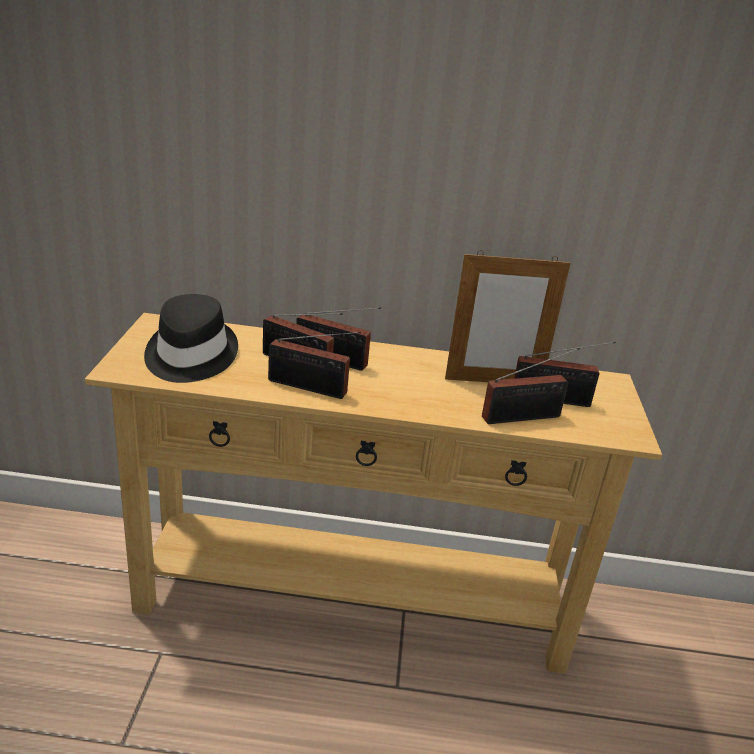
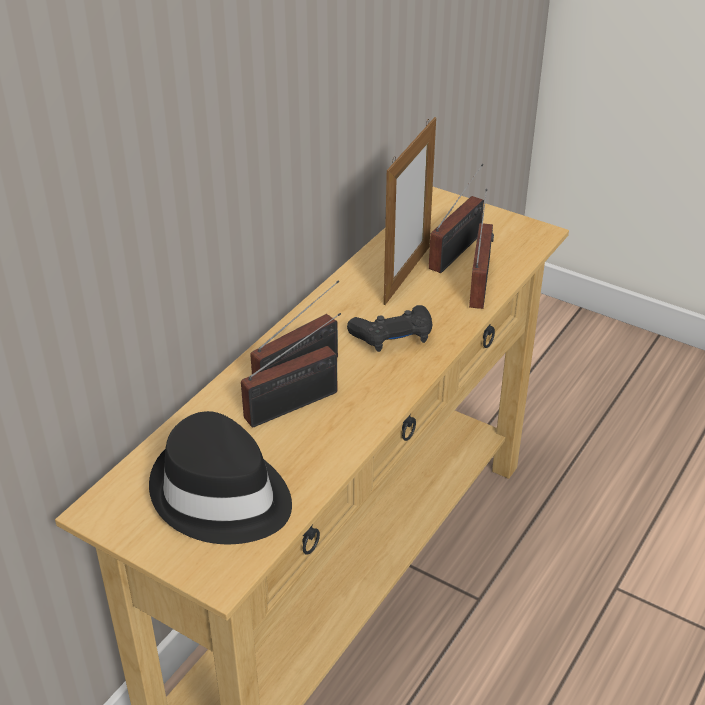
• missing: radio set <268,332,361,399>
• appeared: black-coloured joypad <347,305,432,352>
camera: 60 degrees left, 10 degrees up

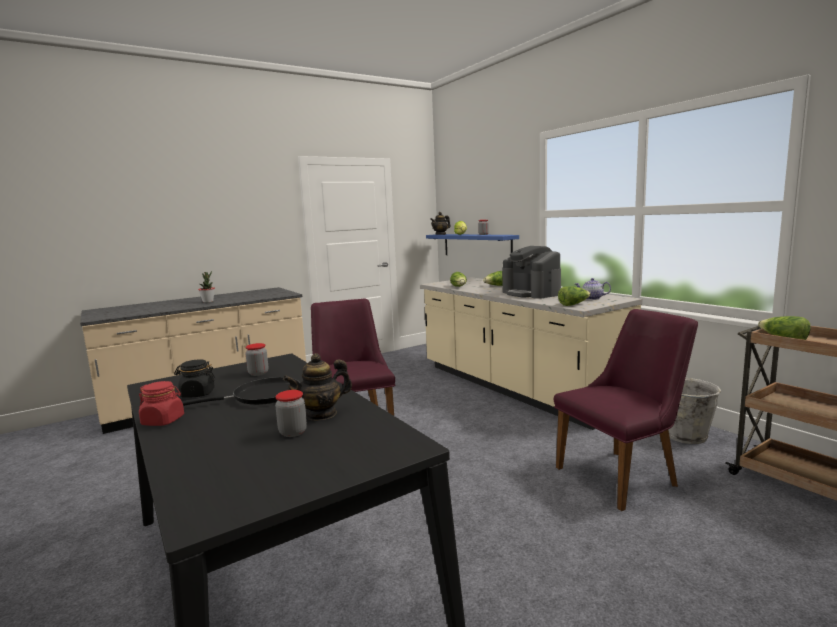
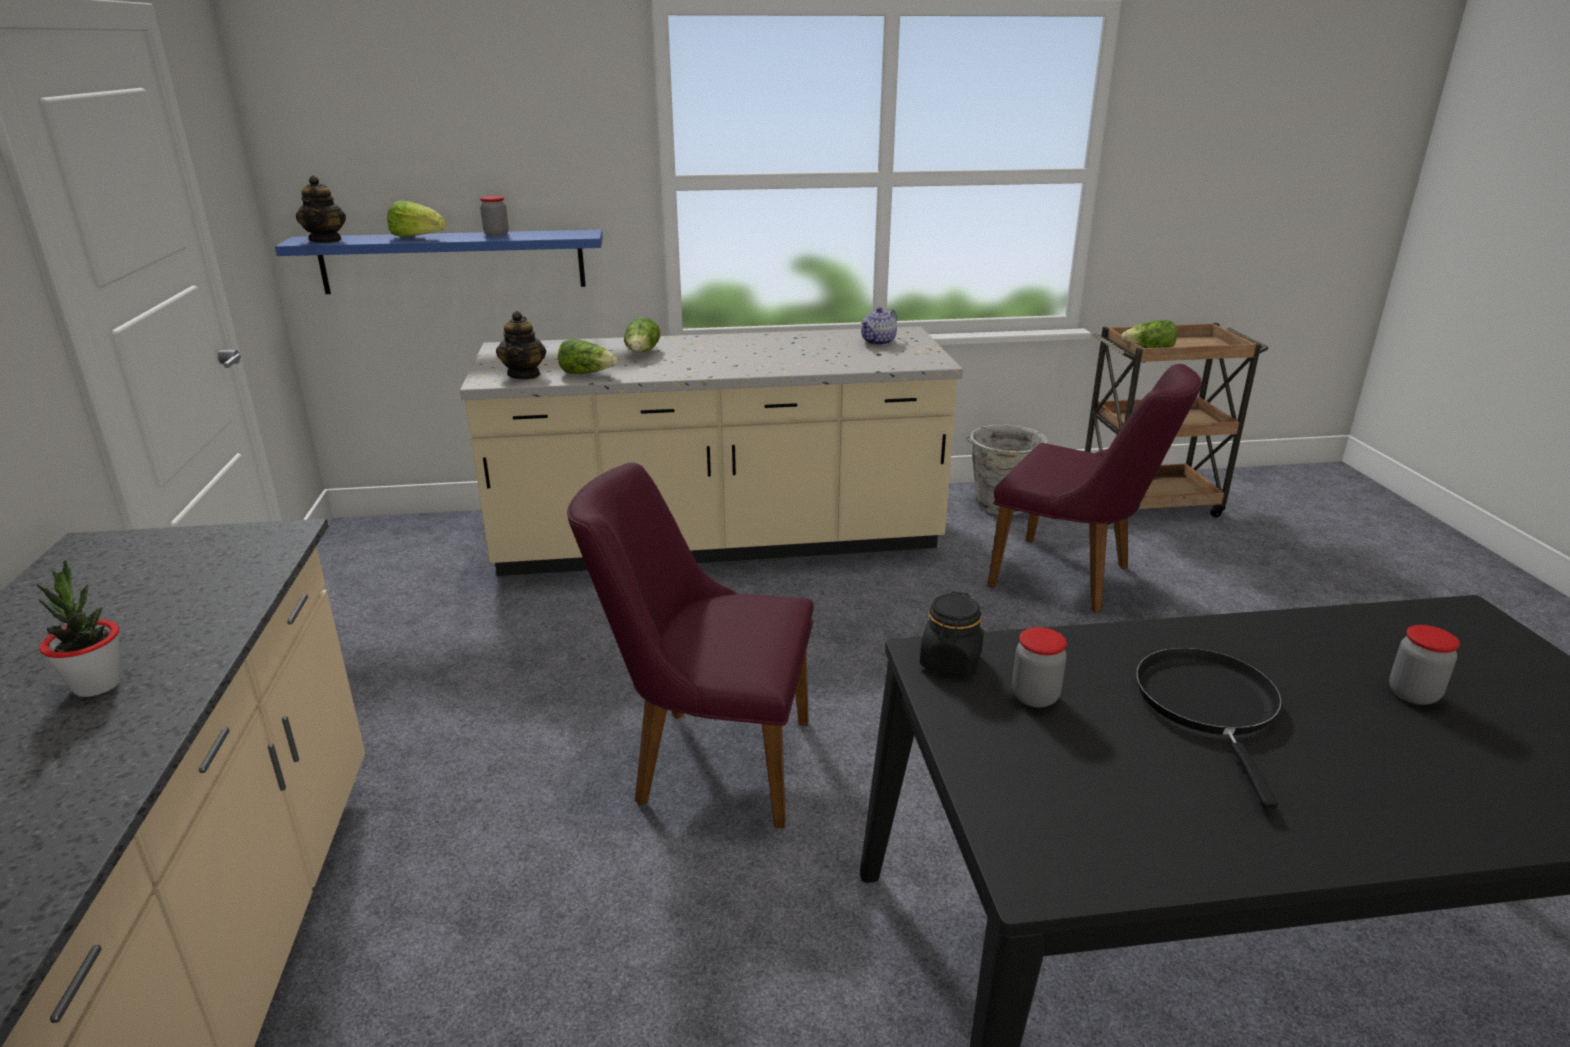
• missing: red jar <139,381,184,426>
• missing: coffee machine <502,246,561,299>
• missing: head of lettuce <558,286,591,306>
• relocated: black-coloured jar <174,359,216,398> to <920,592,984,676>
• relocated: pot for tea <283,353,352,421> to <496,311,546,379>
• spun: purplish plain chair <554,309,698,511> = <988,364,1202,613> 120 degrees clockwise
camera: 65 degrees left, 15 degrees up

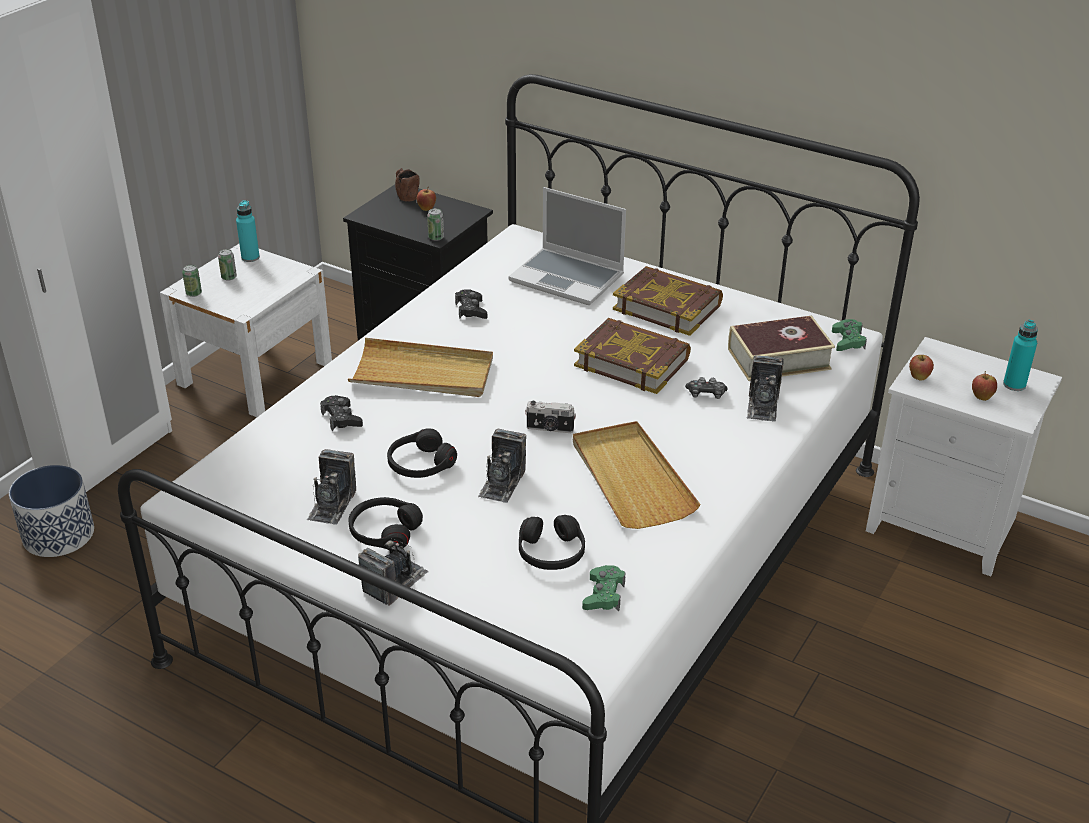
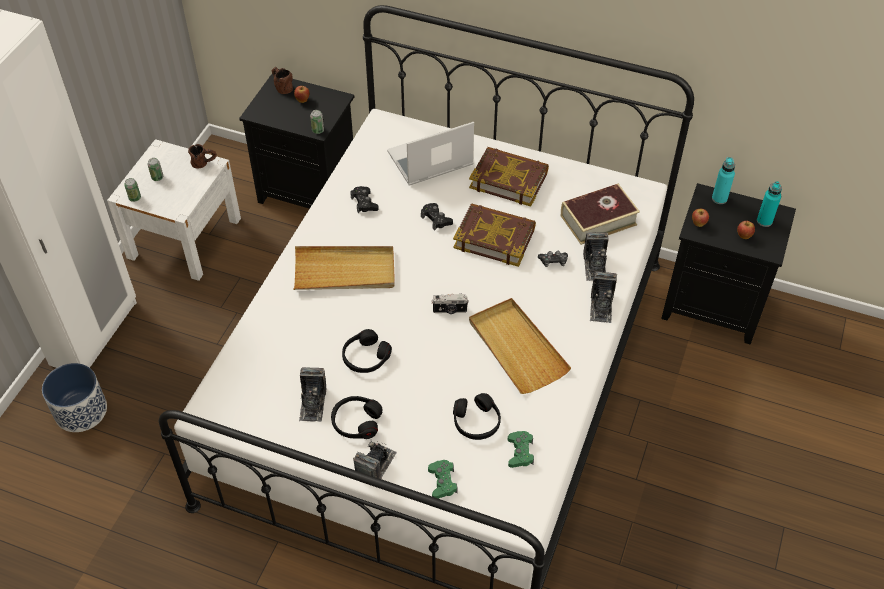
• appeared: brown-coloured mug <188,144,217,168>
• relocated: blue-green bottle <236,200,260,262> to <712,157,735,204>
• relocated: black-coloured joypad <320,395,363,431> to <421,203,453,231>
• relocated: photo camera <478,429,526,503> to <590,271,617,323>
• relocated: green-coloured joypad <832,319,867,351> to <428,460,458,499>
• colour: white-coloured bedside table <866,337,1062,576> to black-coloured bedside table <661,183,796,345>
• spun: notebook computer <509,187,626,305> = <387,122,474,186> 135 degrees clockwise
camera: 10 degrees left, 15 degrees up

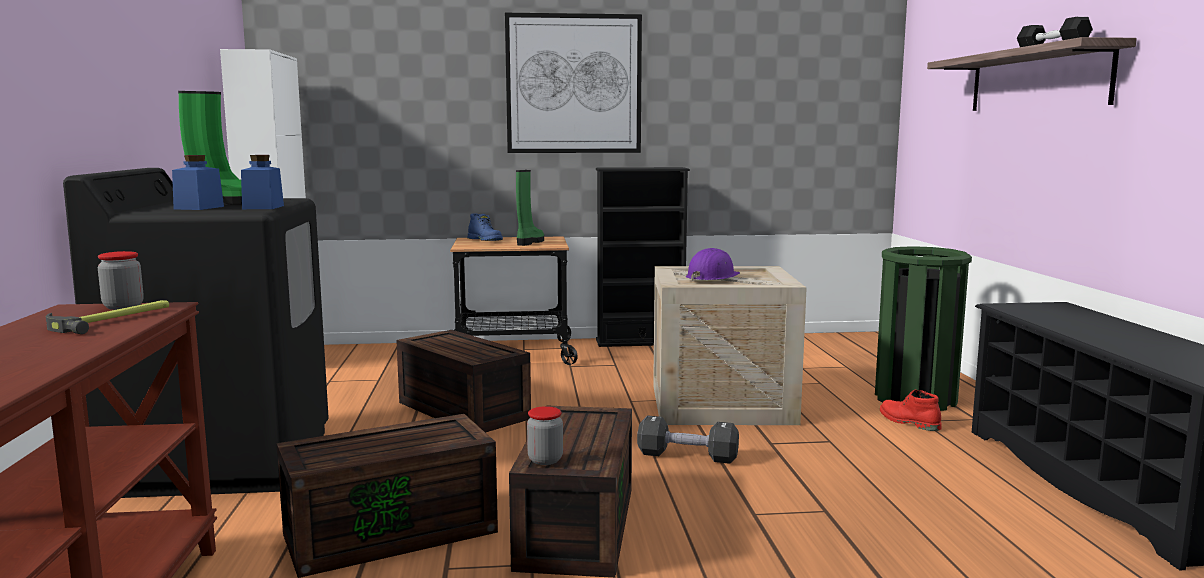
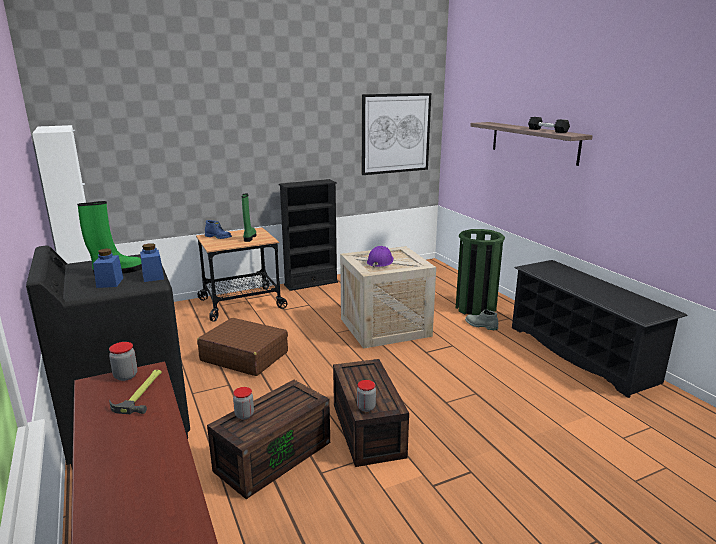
• missing: black-coloured dumbbell <637,415,739,464>
• appeared: jar <233,387,254,419>
• relocated: picture <505,13,642,153> to <362,93,431,175>
• exchanged: brown-coloured storage container <396,330,531,433> to brown-coloured travel case <197,318,288,376>
• colour: red tall boot <880,390,941,431> to grey tall boot <465,310,498,330>
camera: 20 degrees left, 10 degrees up

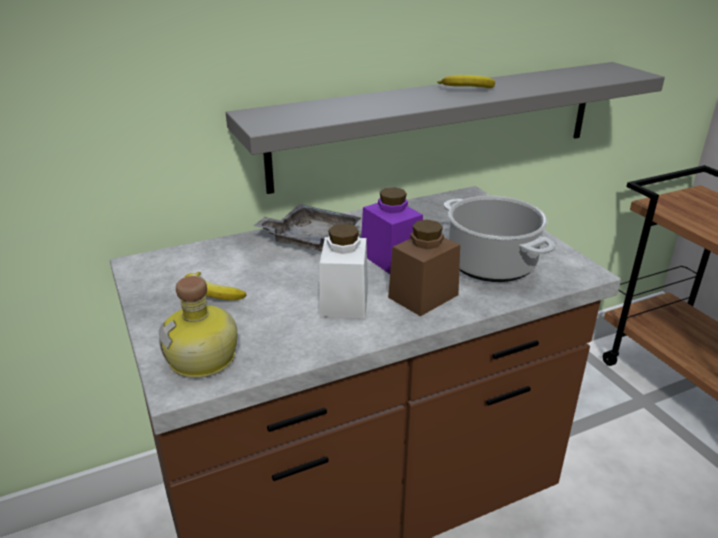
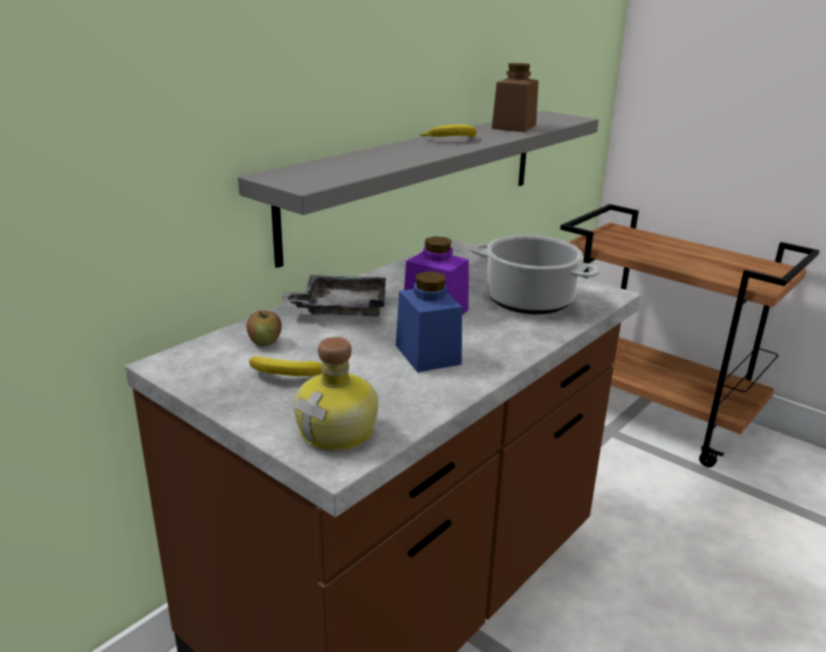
• appeared: apple <247,310,282,347>
• relocated: brown-coloured jar <388,220,460,316> to <492,63,539,132>
• colour: white-coloured jar <319,224,368,318> to bluish jar <396,272,462,372>
camera: 25 degrees left, 5 degrees down

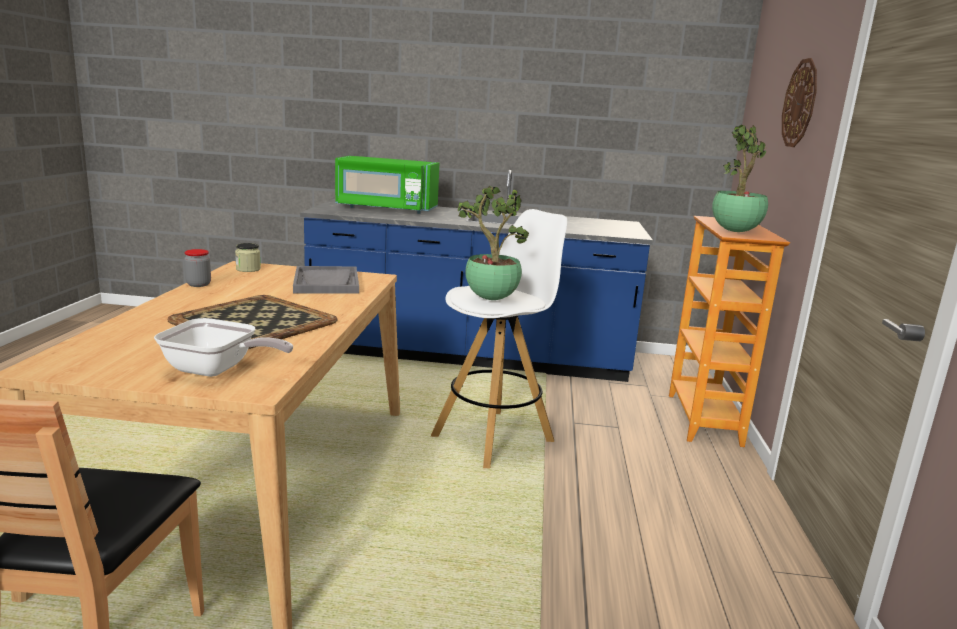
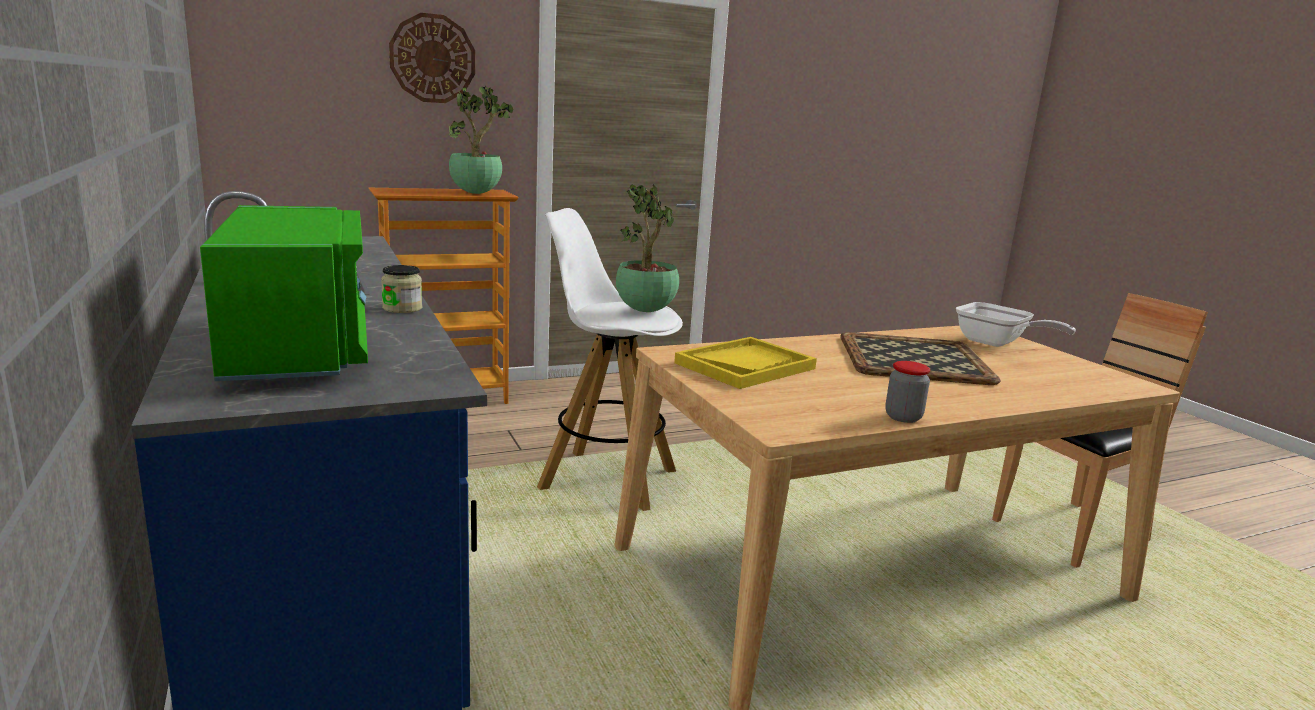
• relocated: jar <235,243,261,272> to <381,265,422,313>
• colour: grey carrying tray <293,266,359,294> to yellowish carrying tray <674,337,817,389>
• spun: frying pan <154,318,293,377> = <956,302,1076,347> 150 degrees clockwise
camera: 120 degrees left, 0 degrees up

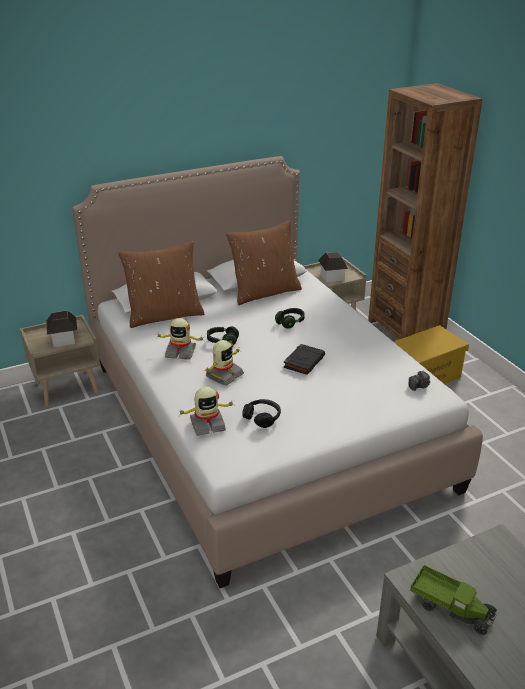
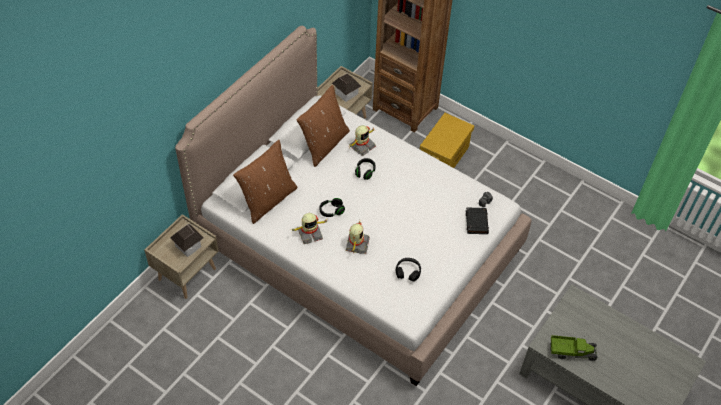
• relocated: model robot <177,387,235,436> to <349,125,376,156>
• relocated: black-coloured volume <284,344,325,375> to <466,207,489,234>
camera: 30 degrees left, 20 degrees up

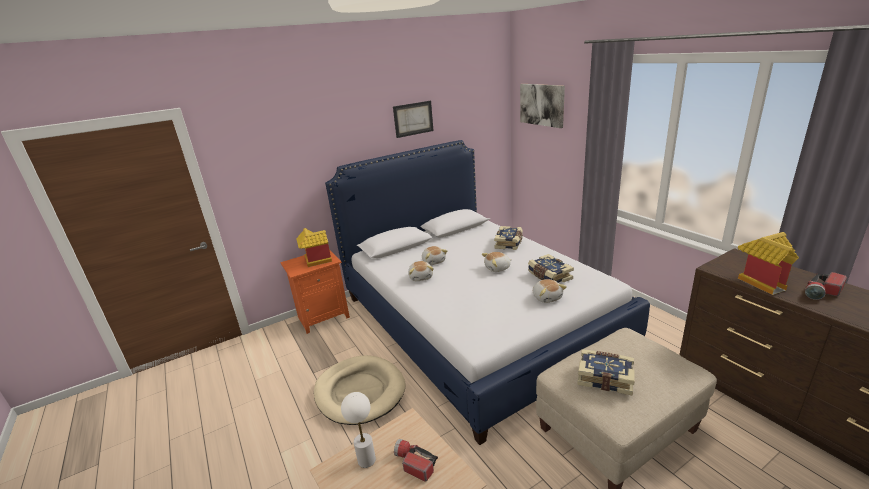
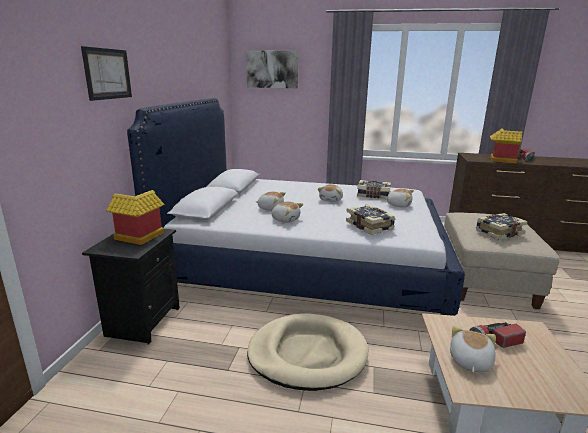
• relocated: picture <393,101,434,138> to <81,46,132,101>
• relocated: volume <494,226,523,250> to <346,205,395,235>
• exchanged: white-coloured table lamp <341,392,376,468> to plush toy <450,326,496,373>
• colour: orangey bedside table <280,249,350,334> to black-coloured bedside table <82,229,180,344>
camera: 50 degrees left, 5 degrees down

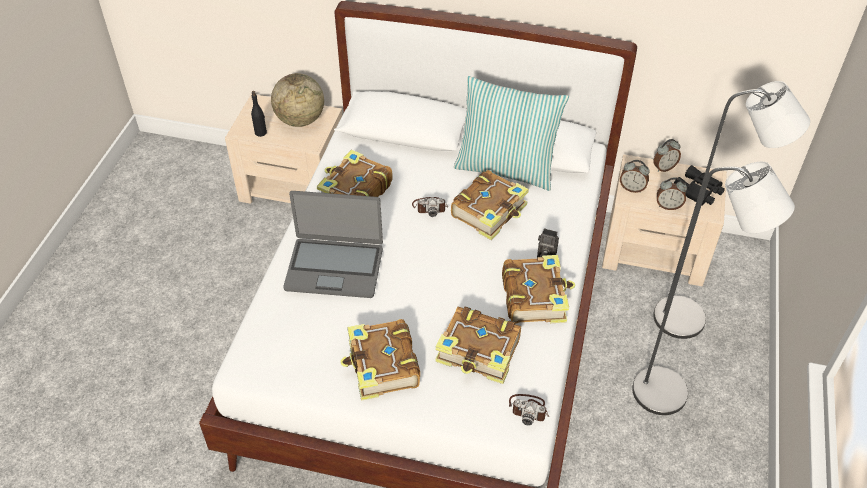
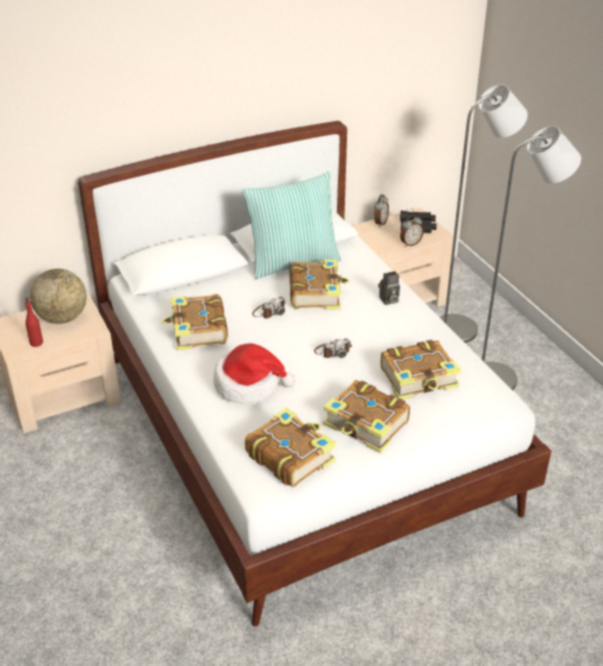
• missing: bedside clock <620,160,650,193>
• relocated: volume <502,255,575,324> to <245,408,336,487>
• relocated: photo camera <509,394,549,426> to <314,338,352,358>
• exchanged: notebook computer <283,191,383,298> to wearable hat <214,343,295,404>
• colour: black-coloured bottle <251,91,267,137> to red bottle <25,297,43,347>
camera: 40 degrees left, 10 degrees down

